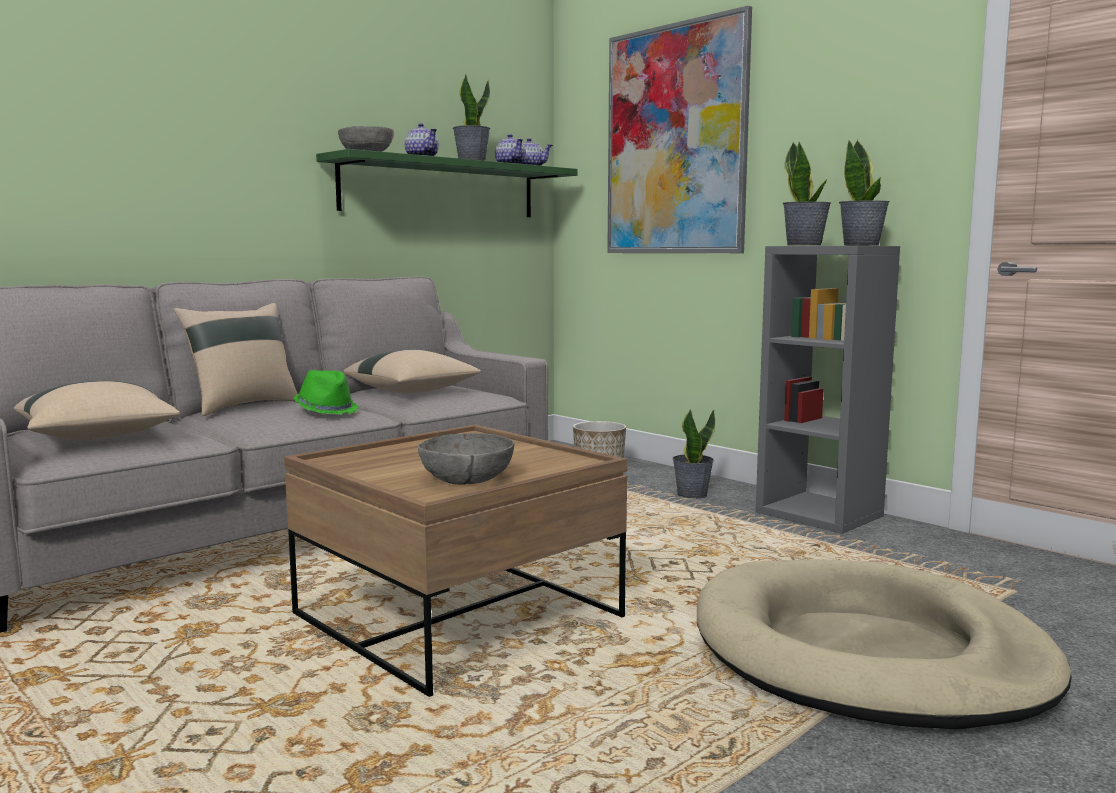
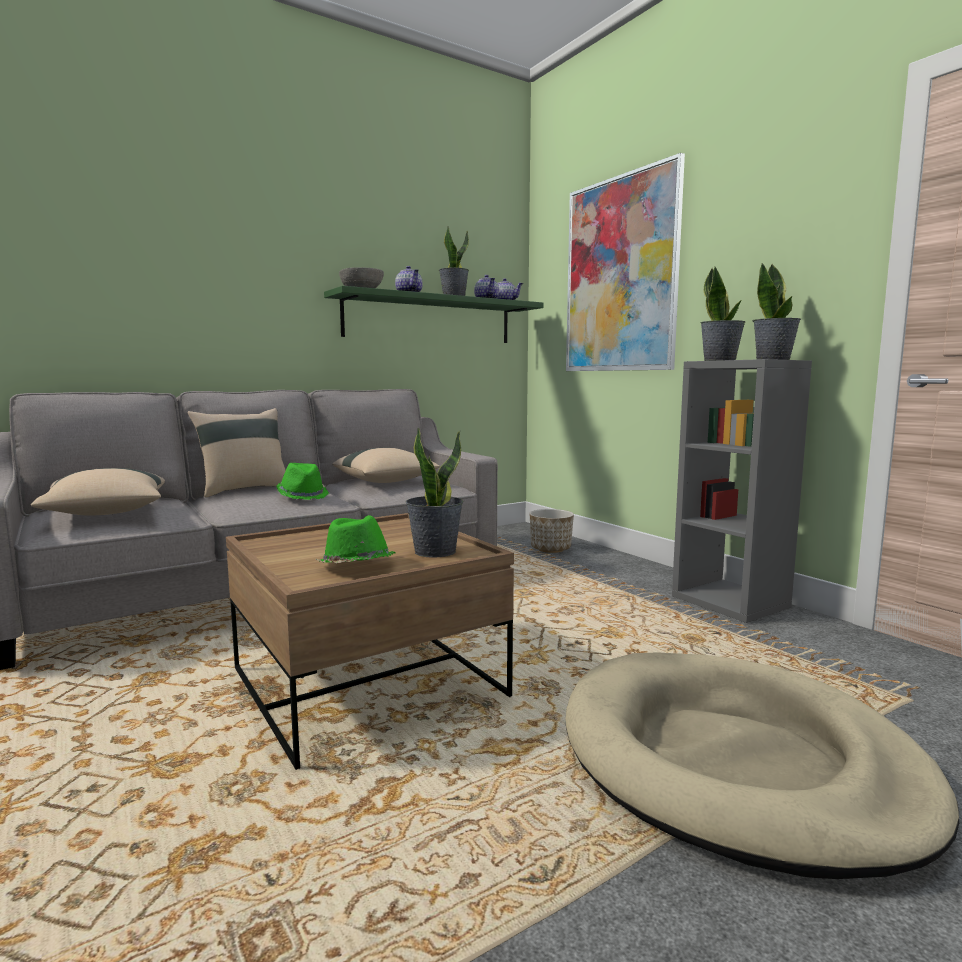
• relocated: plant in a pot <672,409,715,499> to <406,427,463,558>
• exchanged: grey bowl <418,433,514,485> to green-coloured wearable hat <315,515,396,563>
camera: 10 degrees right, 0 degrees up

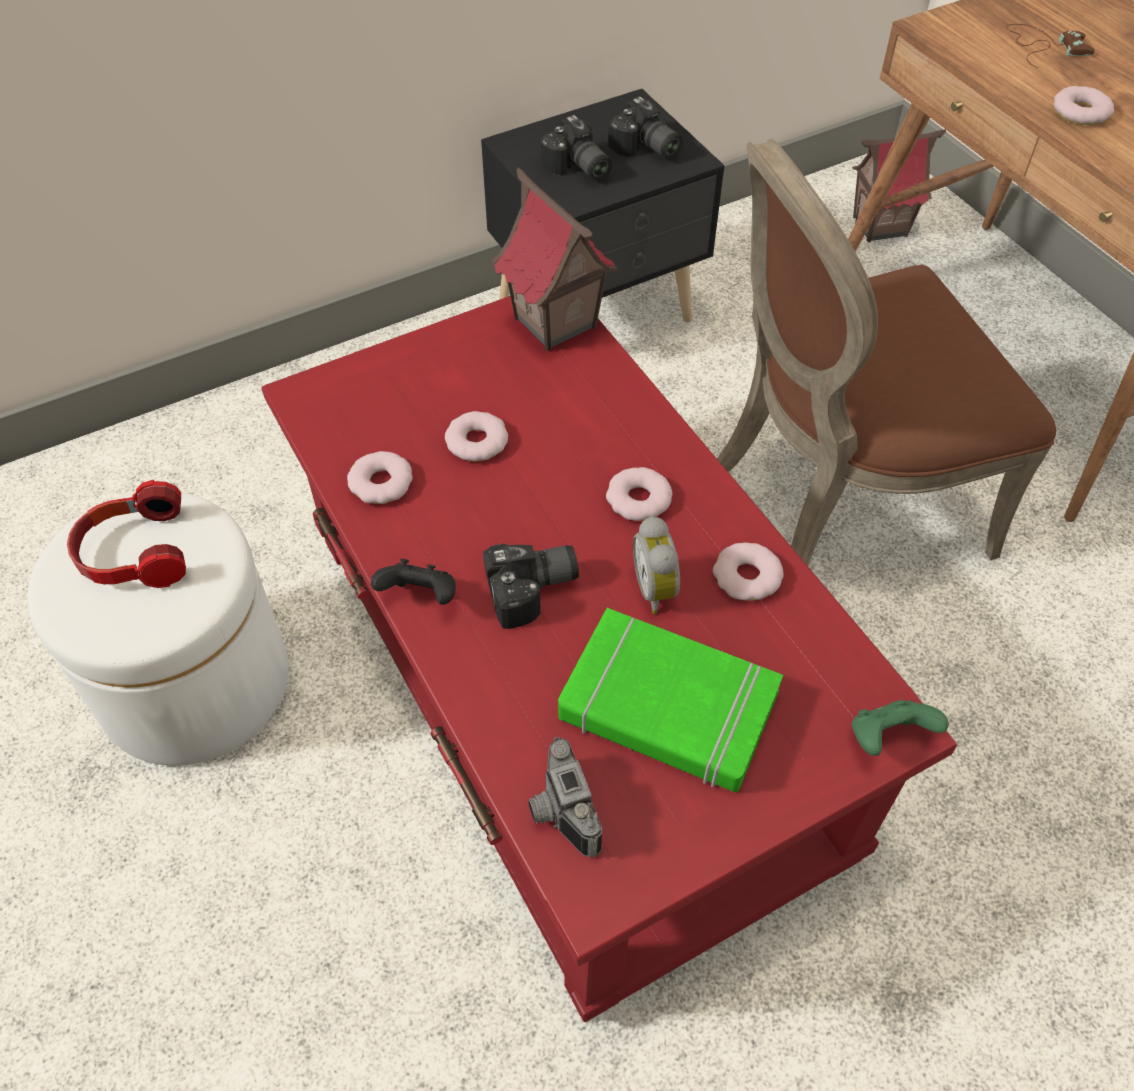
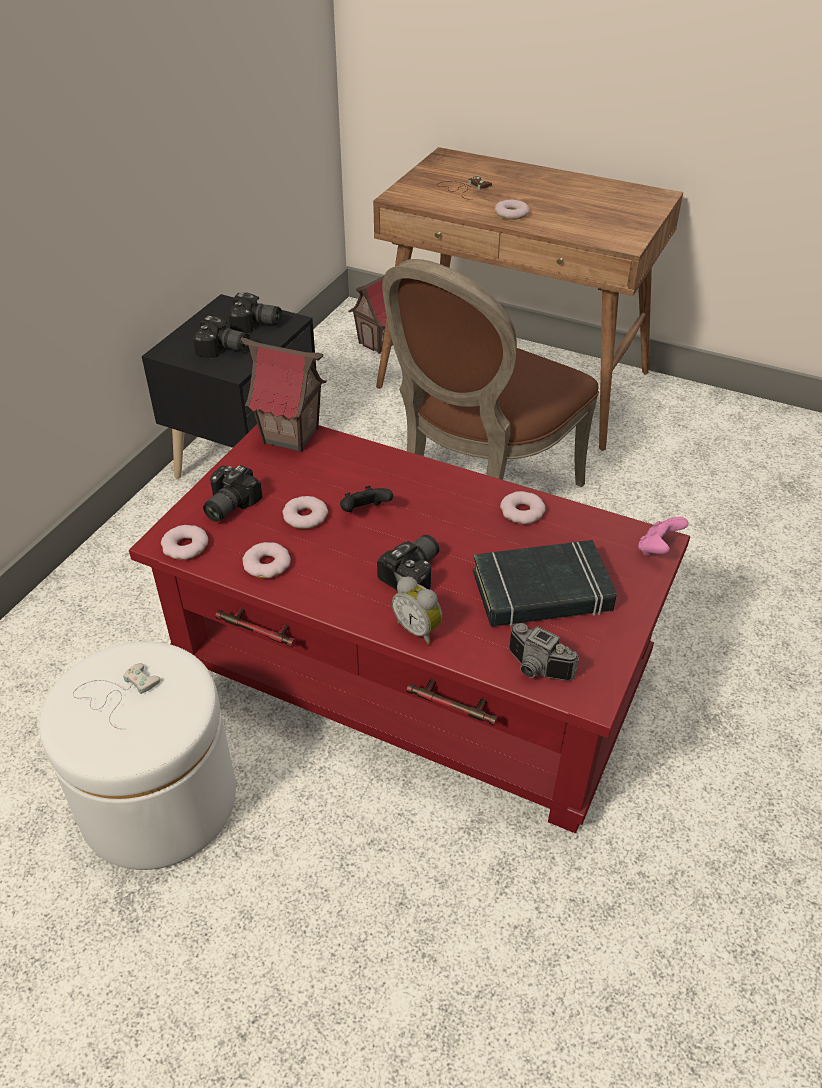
• appeared: photo camera <203,465,263,522>
• relocated: black-coloured joypad <371,559,456,605> to <340,486,393,512>
• relocated: ring doughnut <606,467,673,521> to <161,525,208,560>
• relocated: bedside clock <633,516,680,614> to <392,576,442,645>
• exchanged: headphones <67,480,186,588> to white-coloured joypad <73,663,160,729>
• colour: green-coloured volume <558,608,783,792> to black-coloured volume <473,540,617,627>
• colour: green-coloured joypad <852,700,949,756> to pink joypad <638,517,688,555>
camera: 35 degrees left, 10 degrees down

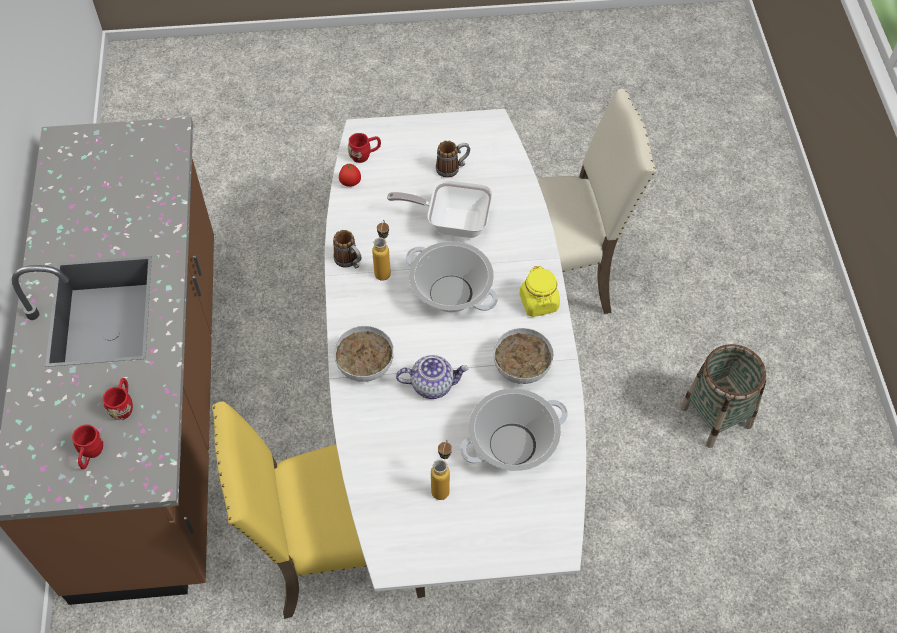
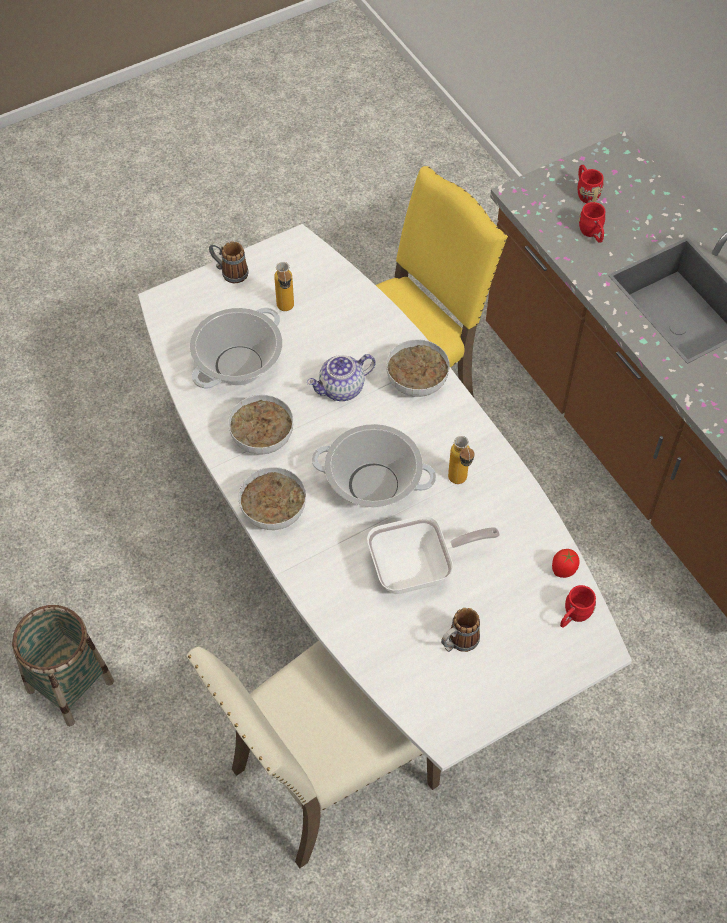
• relocated: mug <333,230,361,268> to <209,241,249,283>
• exchanged: yellowish jar <520,266,560,317> to bowl <239,467,306,530>
camera: 155 degrees right, 0 degrees up

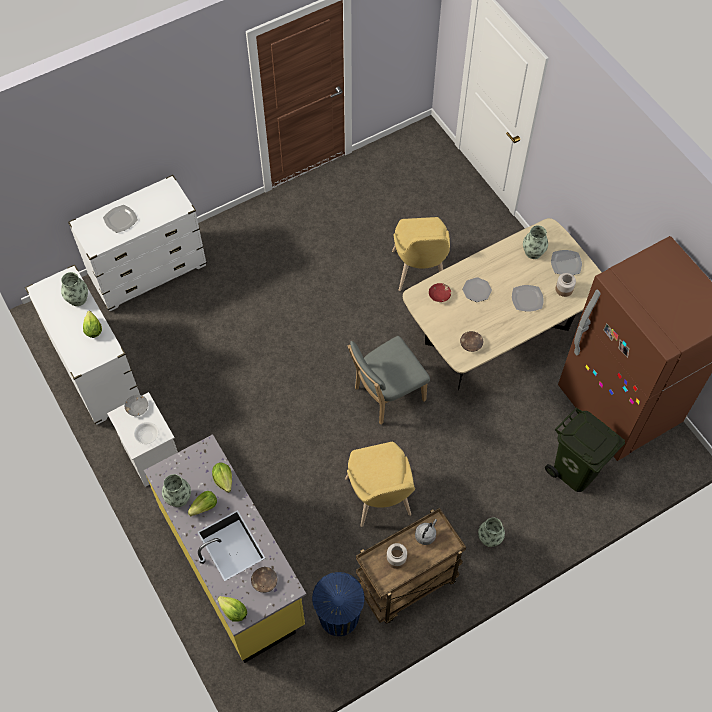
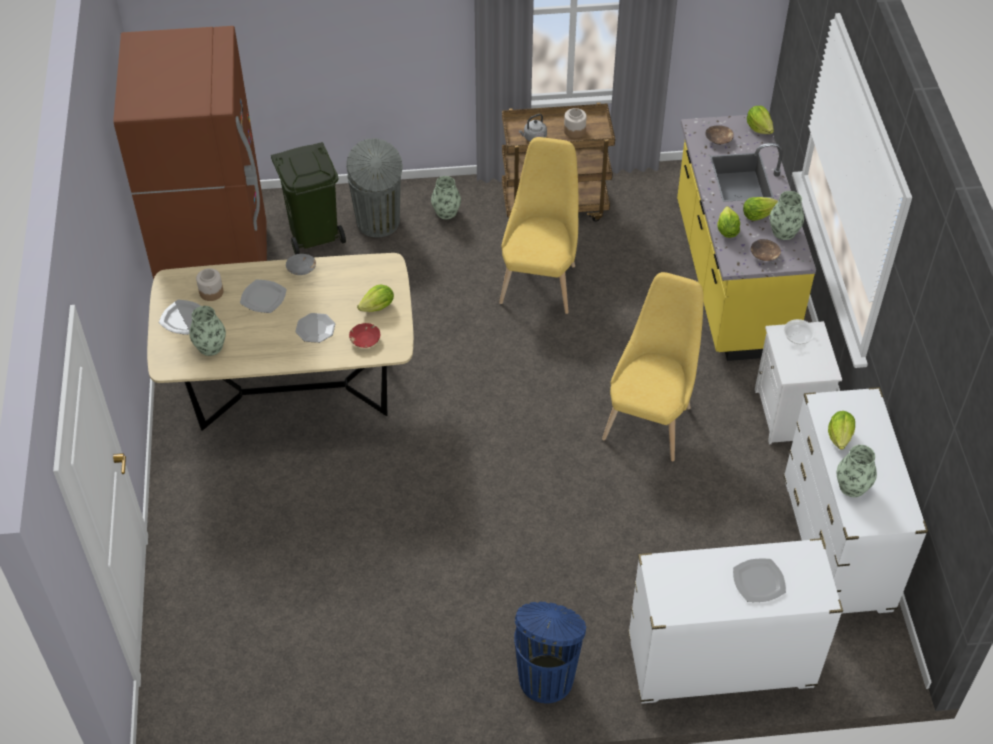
• missing: grey plain chair <348,336,430,425>
• appeared: grey trash can <346,138,403,237>
• appeared: head of lettuce <357,284,394,312>
• relocated: grey bowl <125,395,148,416> to <286,254,316,275>
• relocated: bluish trash can <312,572,364,636> to <514,602,586,703>
• relocated: yellowish plain chair <392,217,450,291> to <602,272,704,461>
• relocated: brown-coloured bowl <460,331,483,352> to <751,239,781,261>
camera: 155 degrees left, 10 degrees down

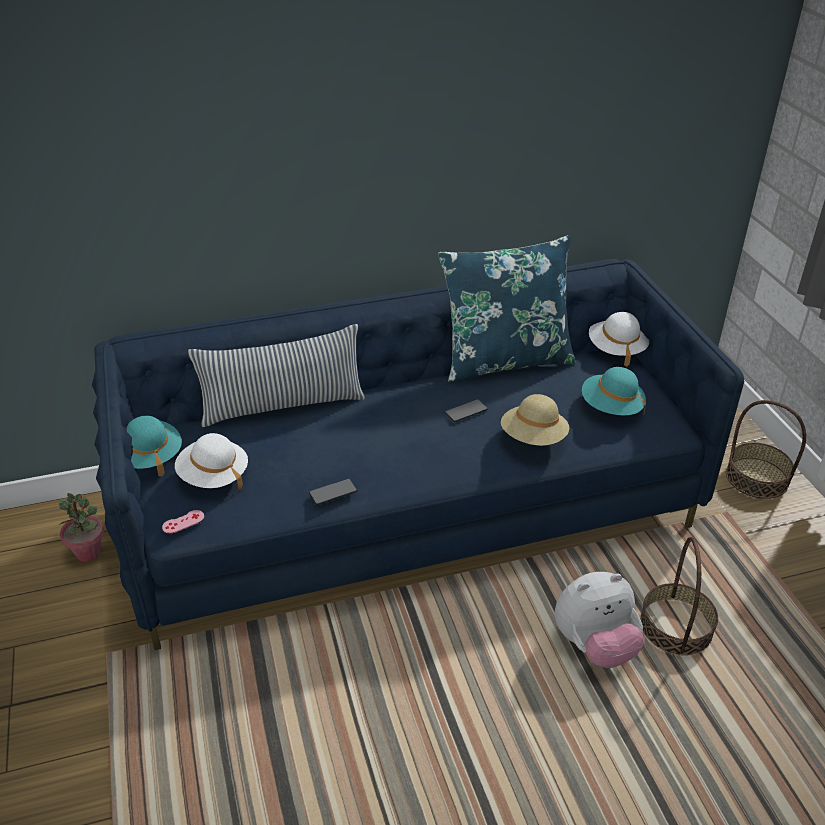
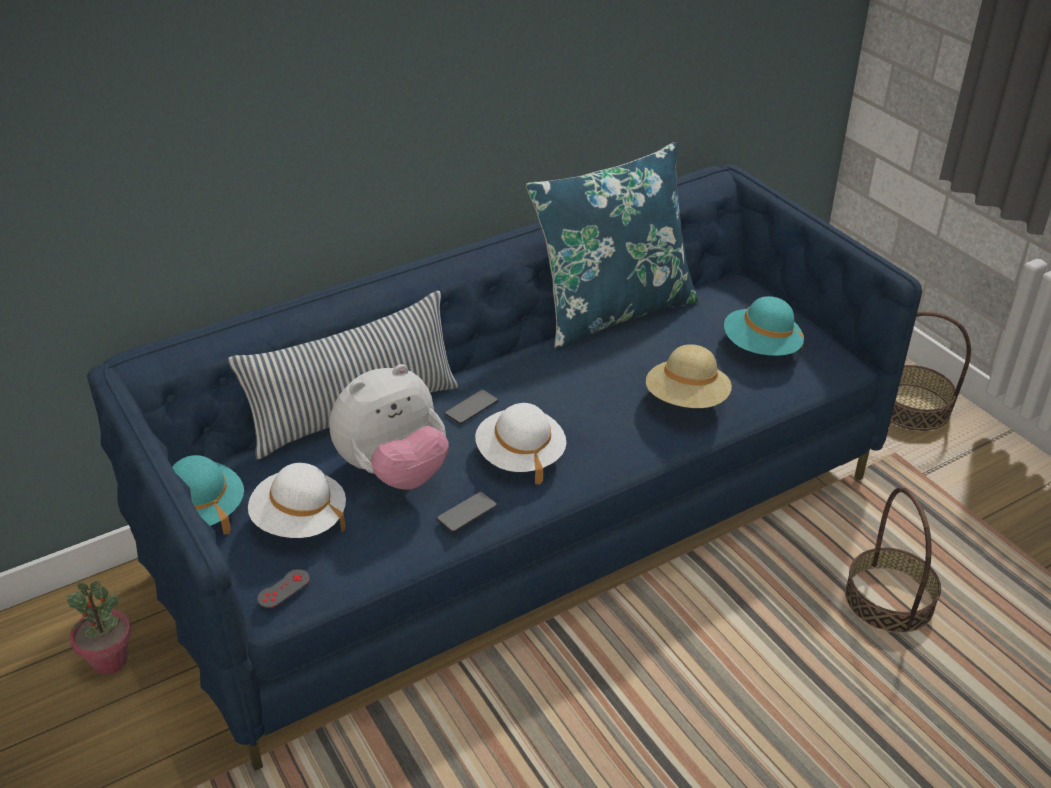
• relocated: telephone <445,399,488,422> to <445,389,498,424>
• relocated: plush toy <555,572,645,668> to <329,364,449,490>
• relocated: white-coloured wearable hat <589,312,649,366> to <475,403,566,484>
• colour: pink joypad <162,510,204,534> to grey joypad <257,569,310,608>
camera: 15 degrees left, 0 degrees up

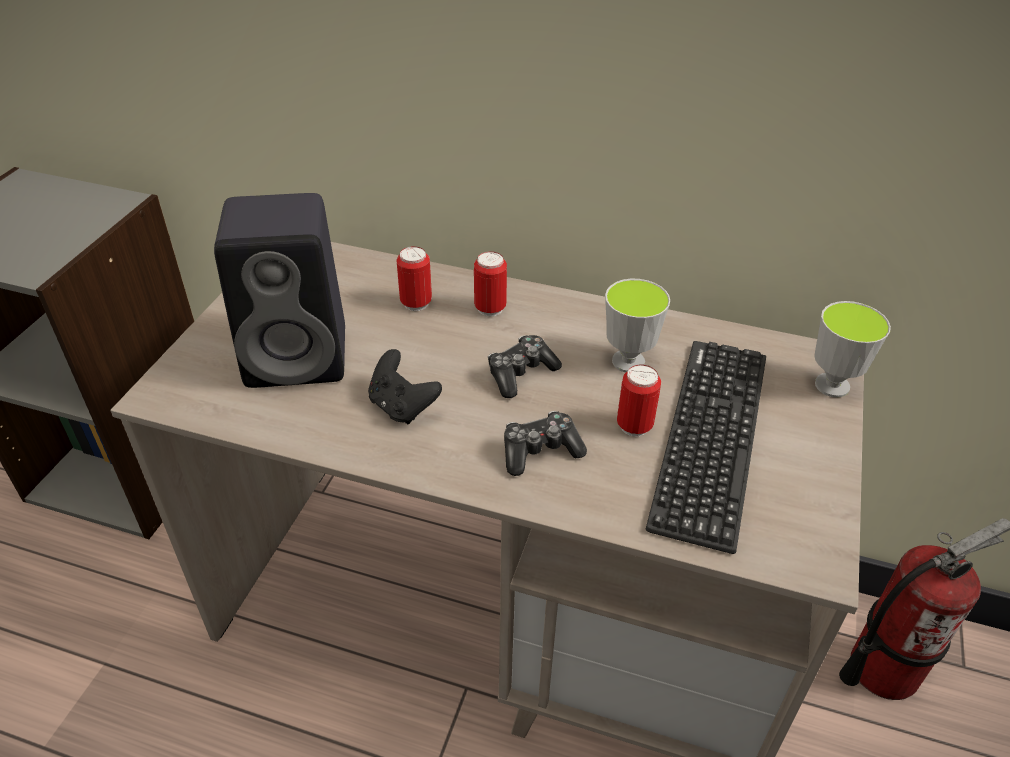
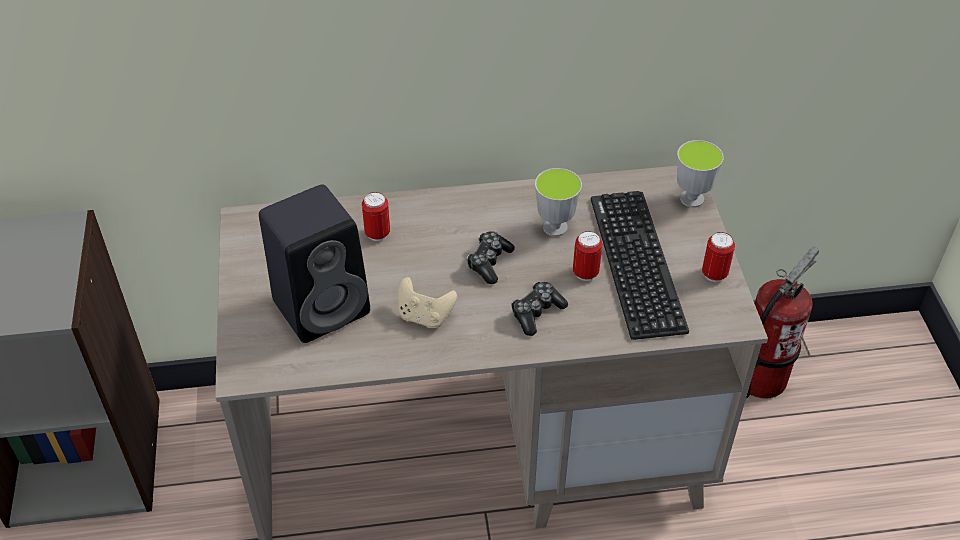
• relocated: metal can <474,251,507,316> to <702,232,735,282>
• colour: black-coloured joypad <368,349,442,424> to beige joypad <398,277,457,328>
camera: 25 degrees left, 5 degrees up

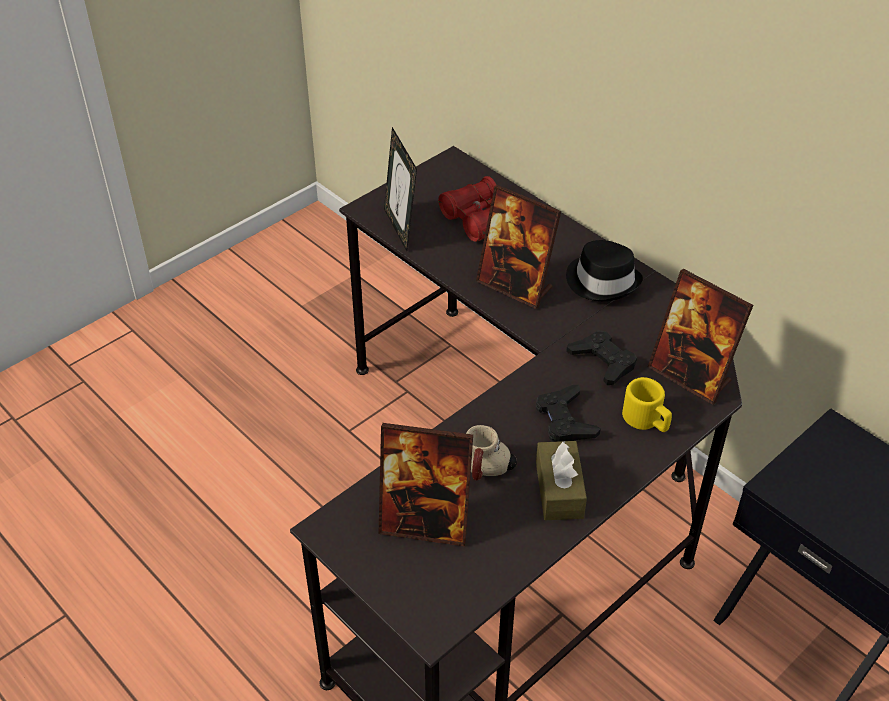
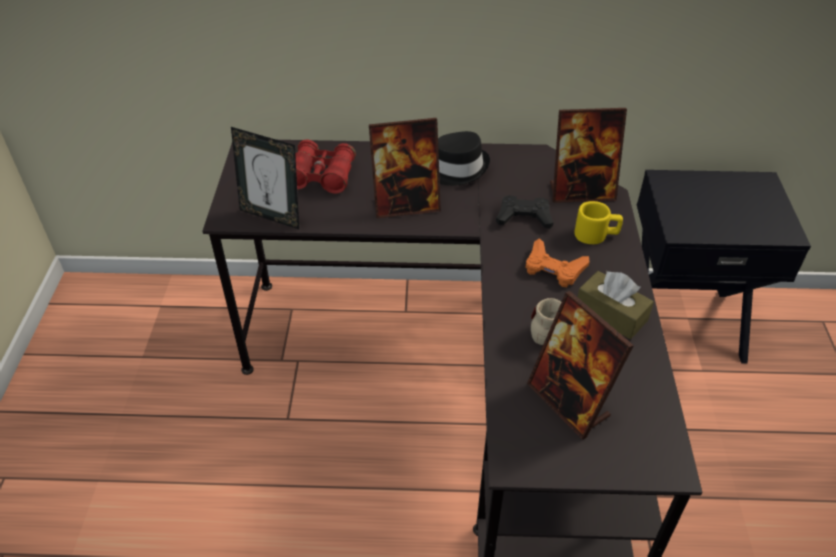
• colour: black-coloured joypad <536,385,601,442> to orangey joypad <525,238,590,287>
• spun: picture frame <379,423,473,546> = <527,291,634,440> 90 degrees clockwise
camera: 45 degrees left, 0 degrees up

